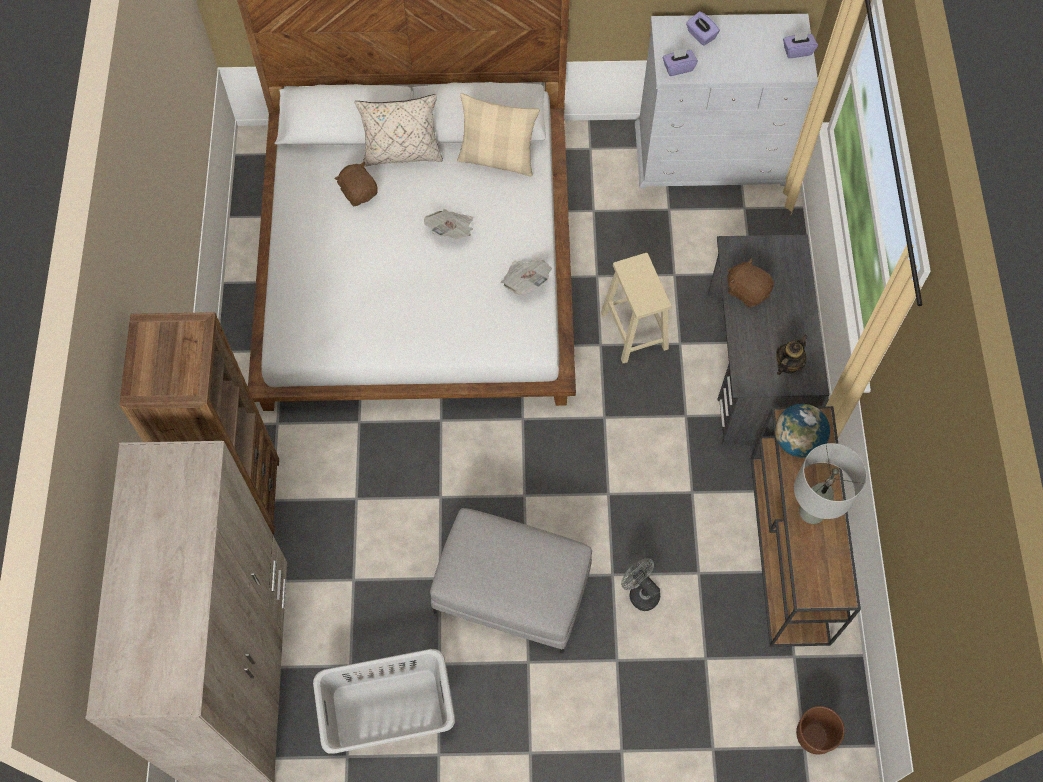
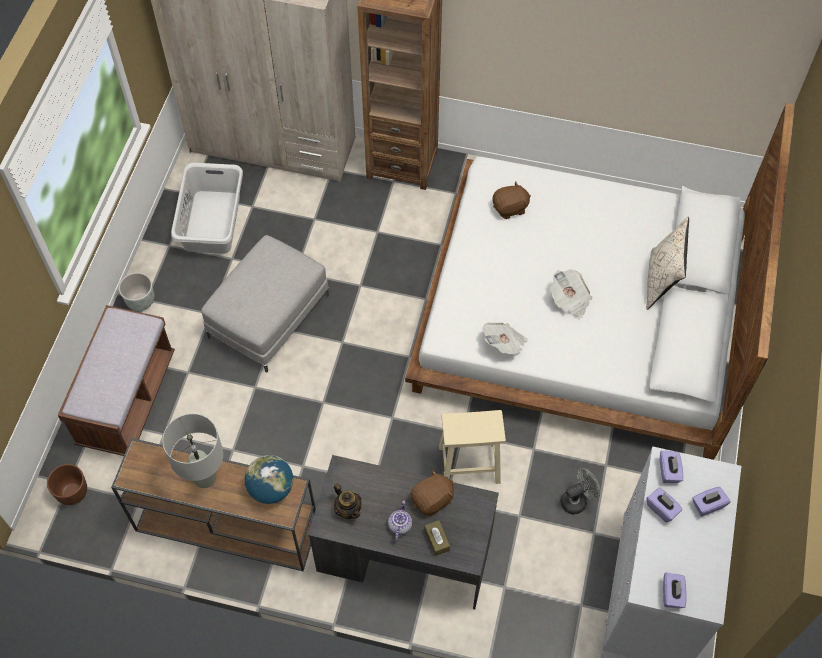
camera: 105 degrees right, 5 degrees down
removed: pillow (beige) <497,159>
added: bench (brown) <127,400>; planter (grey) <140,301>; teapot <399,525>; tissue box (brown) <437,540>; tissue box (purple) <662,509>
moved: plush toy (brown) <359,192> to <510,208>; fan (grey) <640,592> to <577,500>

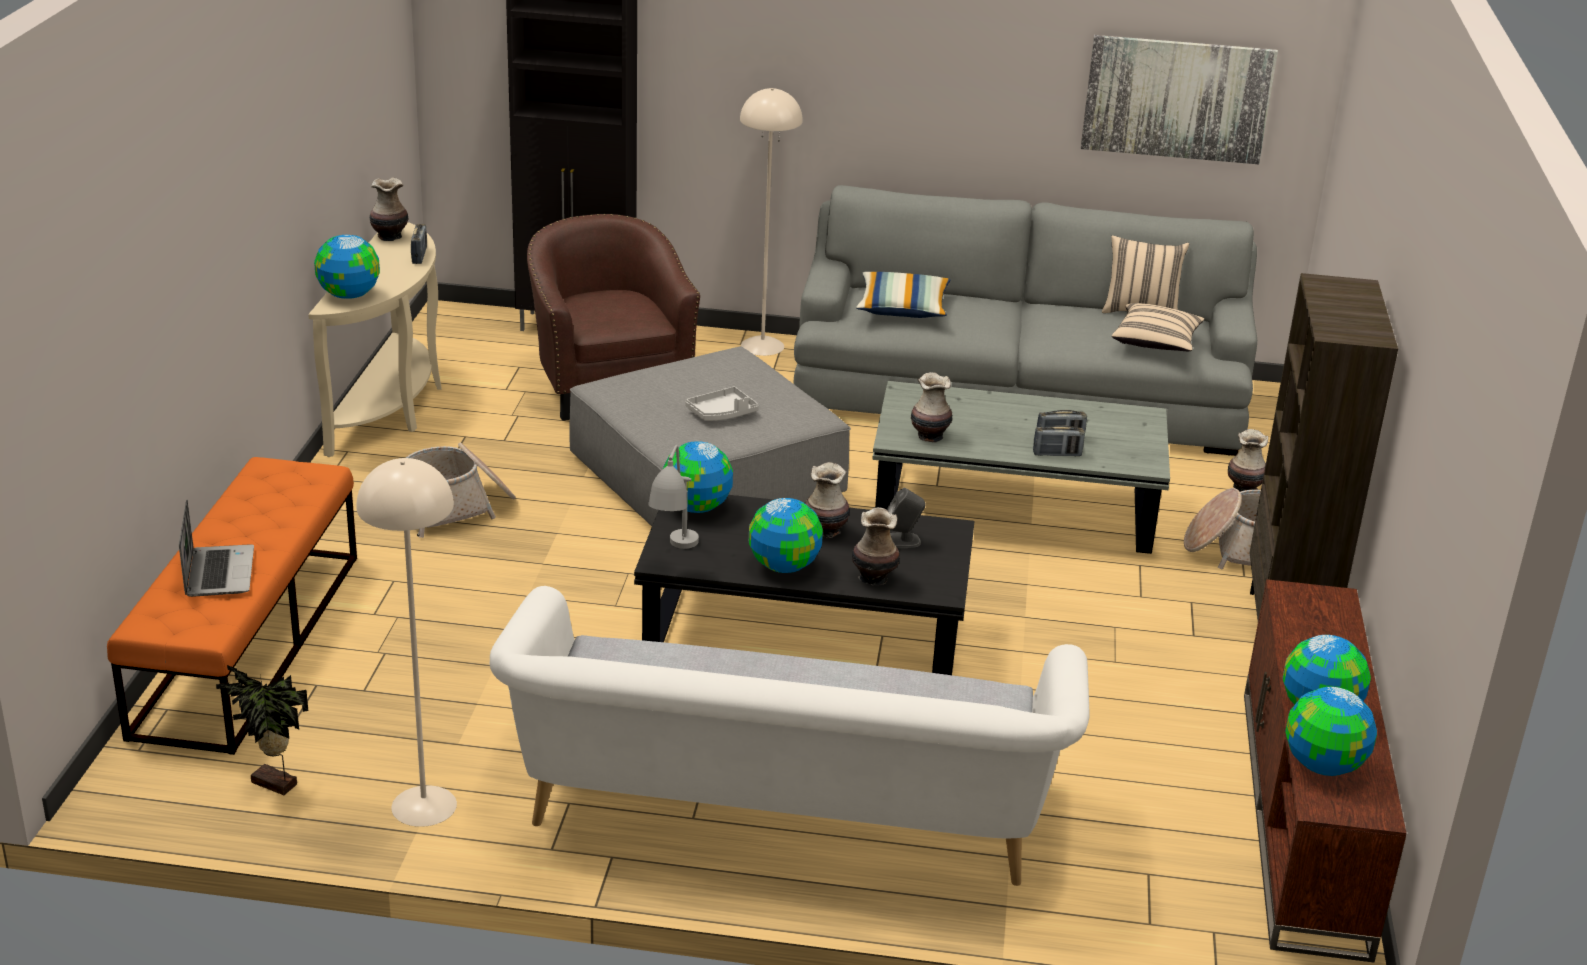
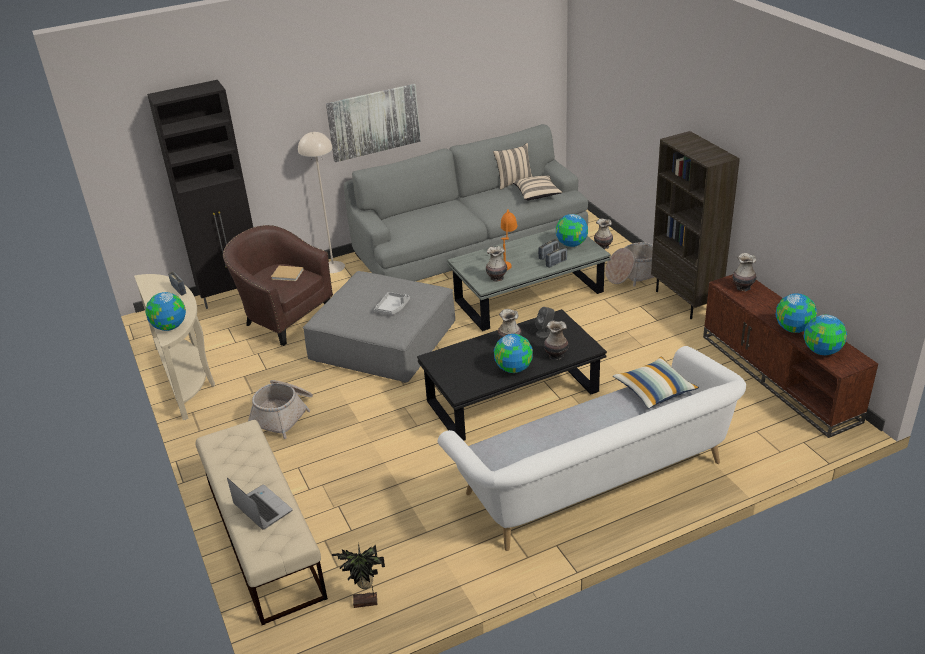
camera: 30 degrees left, 5 degrees up
removed: floor lamp (beige) <423,806>; table lamp (grey) <674,557>
added: book (beige) <288,274>; table lamp (orange) <507,259>
moved: picture <1177,99> to <374,122>; globe <696,507> to <571,244>; pillow <903,308> to <654,390>; vase <389,236> to <742,287>
recoloured: bench (orange) <249,642> to bench (beige) <264,537>

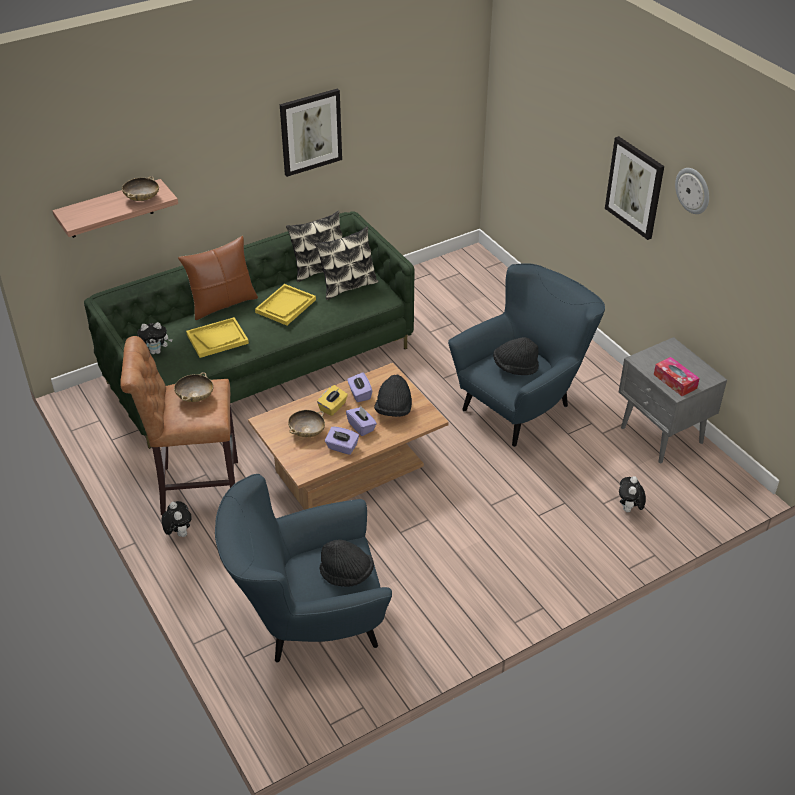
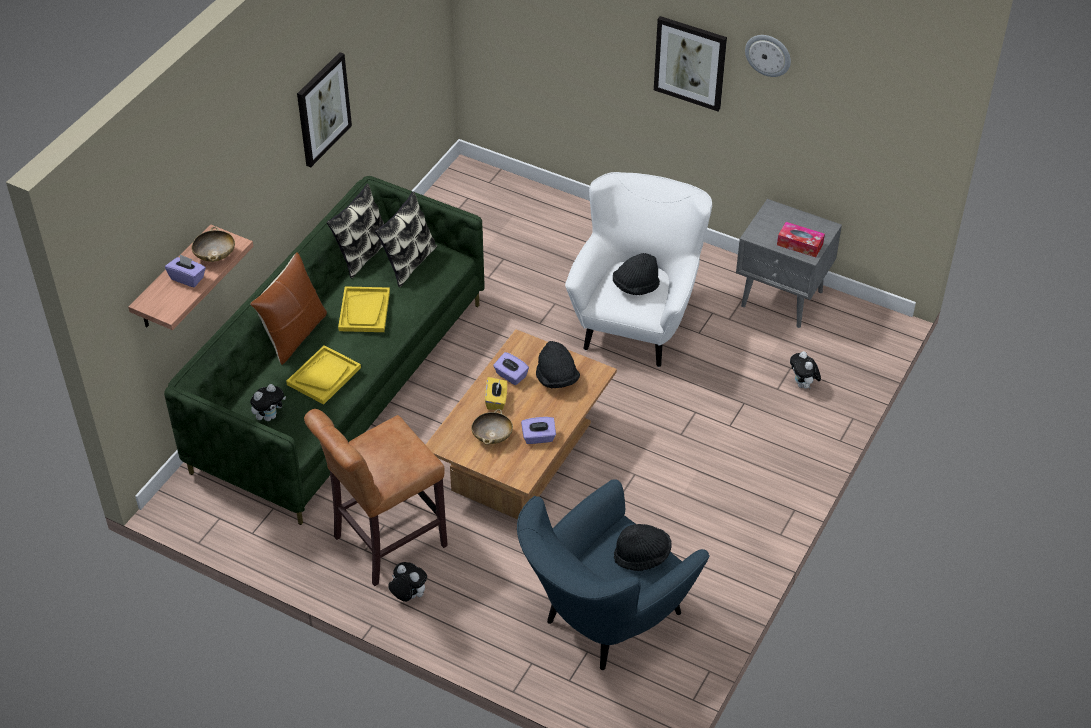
camera: 30 degrees left, 5 degrees up
removed: bowl (beige) <195,397>
moved: tissue box (purple) <361,427> to <187,278>
recoloured: armchair (blue) <522,405> to armchair (white) <636,321>

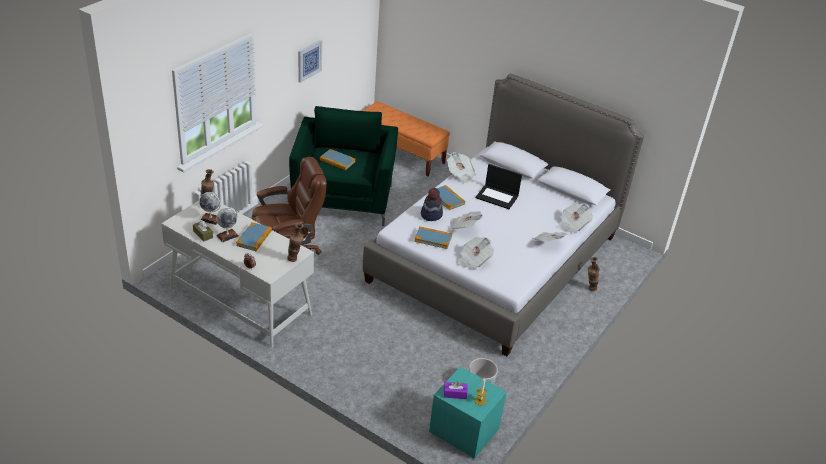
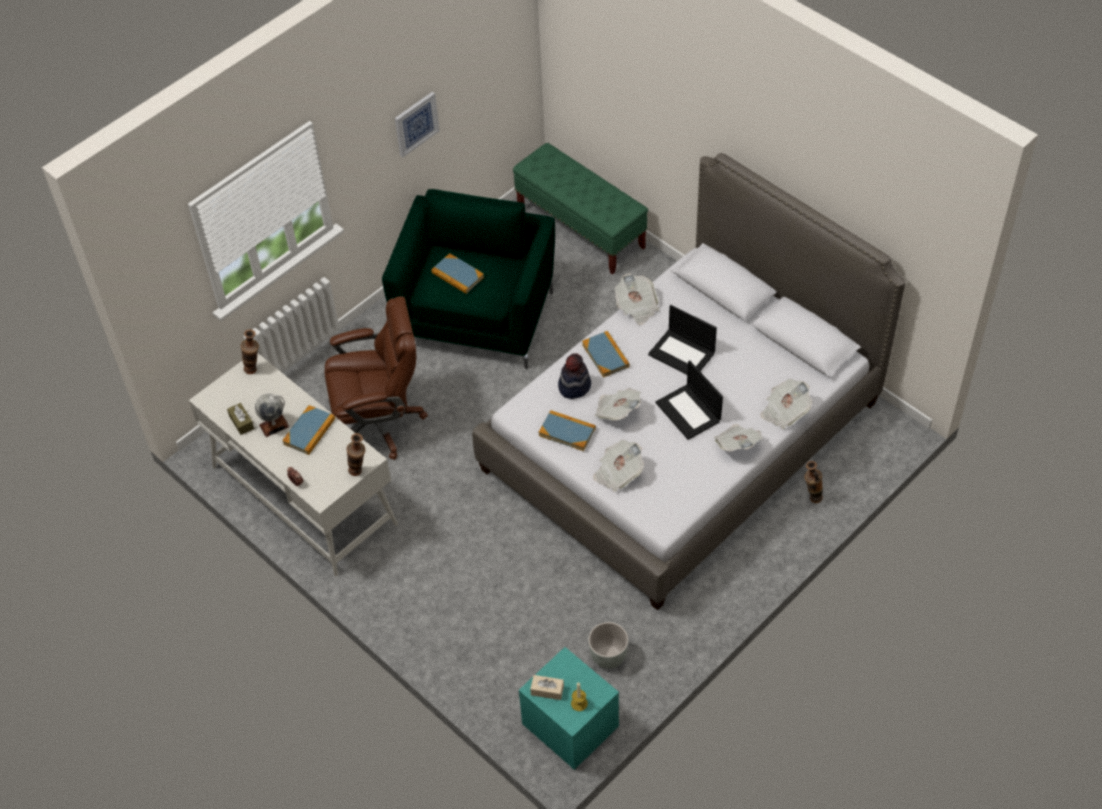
camera: 15 degrees right, 15 degrees up
removed: globe <211,219>
added: laptop <689,412>
recoloured: bench (orange) <401,154> to bench (green) <581,229>; tissue box (purple) <455,393> to tissue box (beige) <547,690>

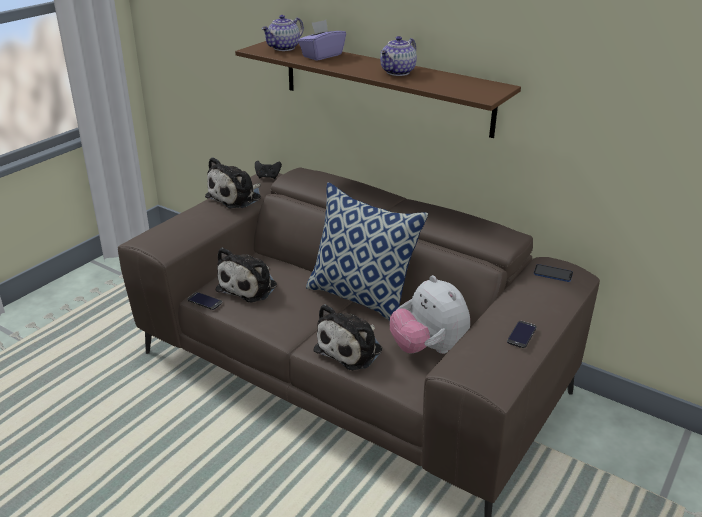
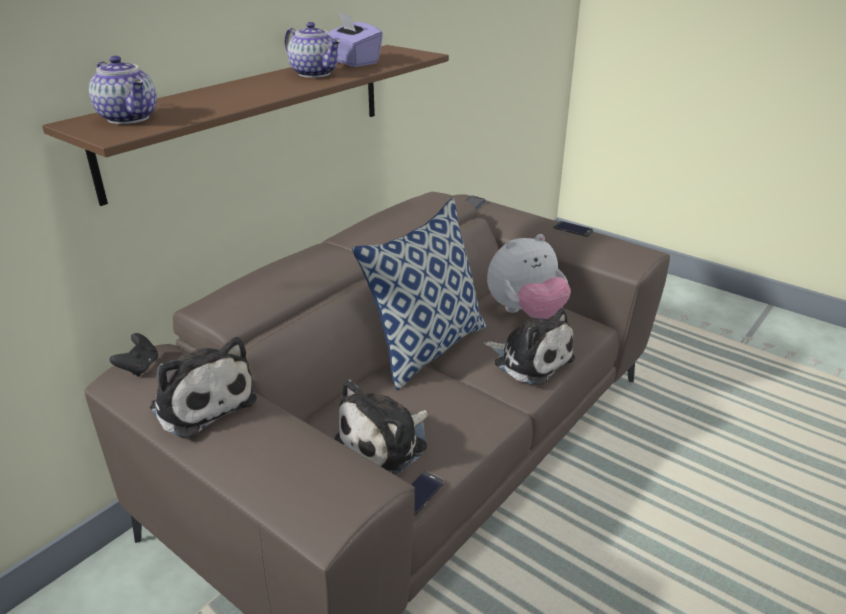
camera: 85 degrees left, 0 degrees up
moved: tissue box (purple) <322,55> to <352,62>
turned: plush toy <249,286> = <386,443> 105 degrees clockwise

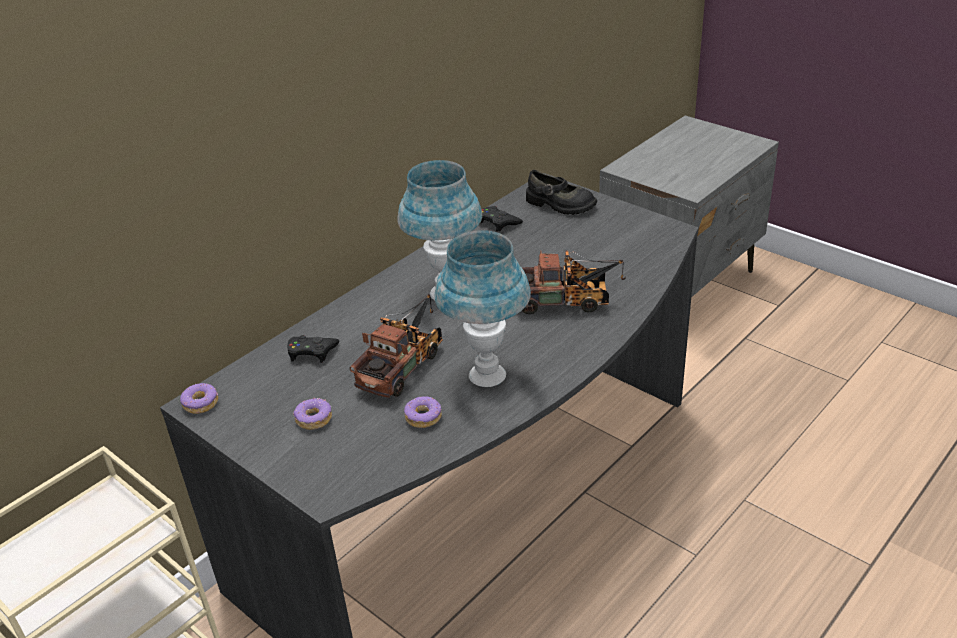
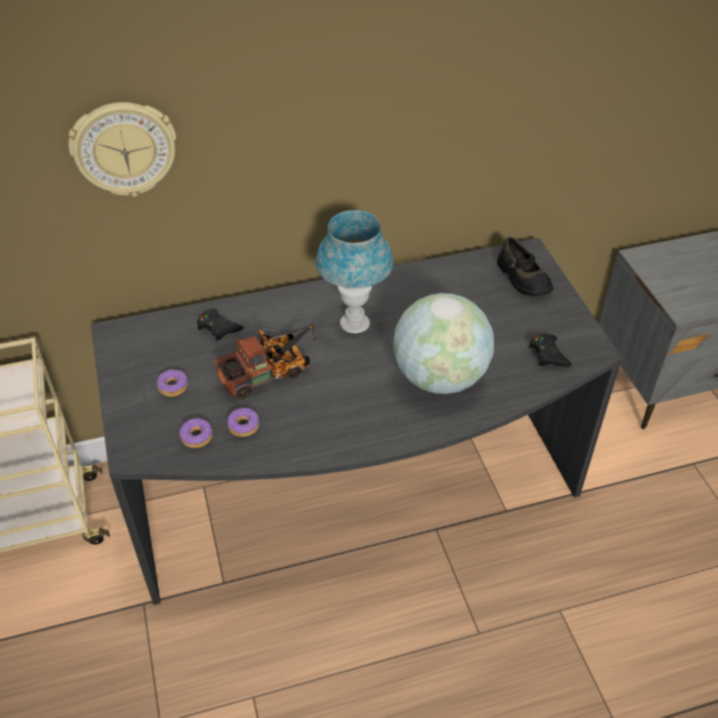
camera: 30 degrees right, 10 degrees up
removed: table lamp (blue) <487,376>
added: wall clock <124,149>
moved: donut <201,403> to <197,437>; game controller (black) <498,222> to <548,354>
replaced: toy truck <567,301> to globe <440,378>

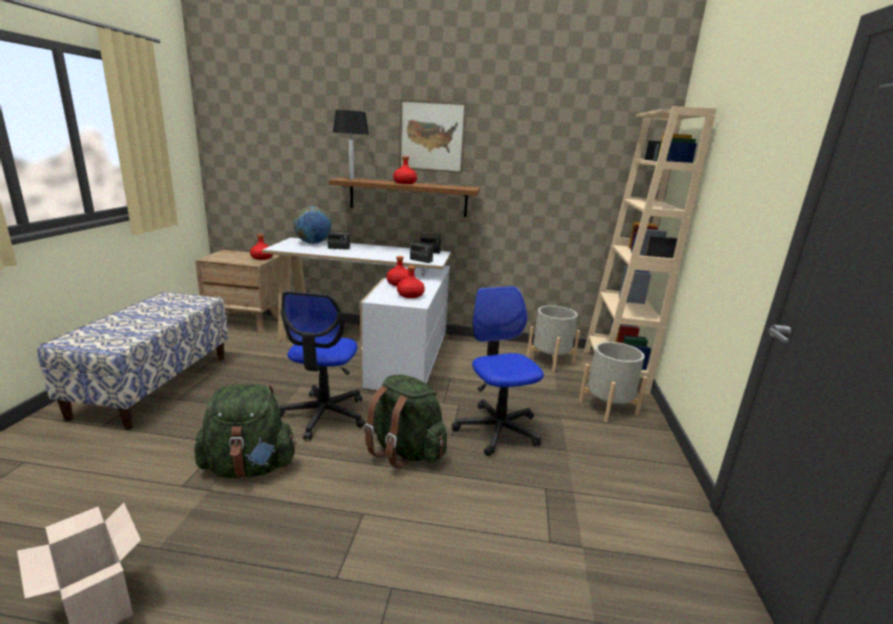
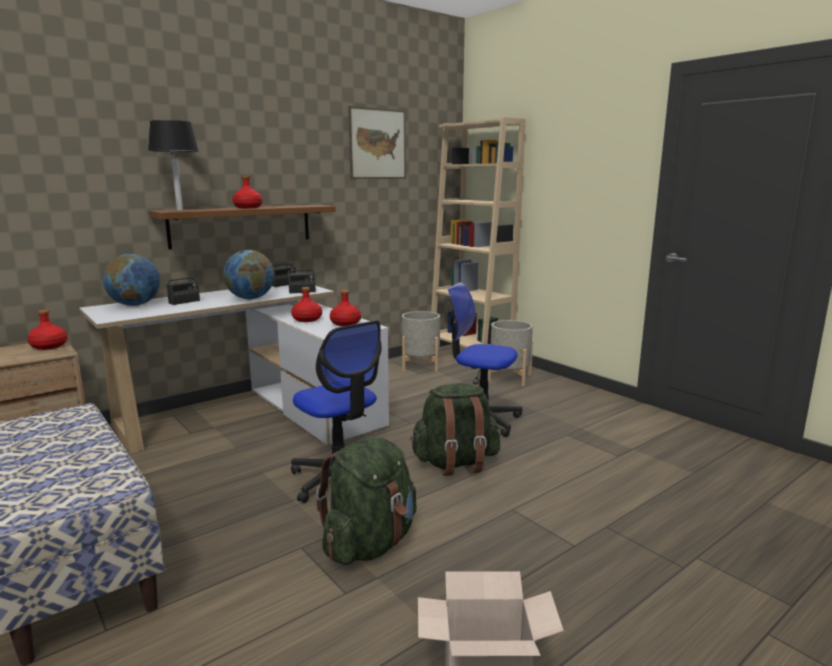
camera: 45 degrees left, 5 degrees down
added: globe <250,298>
moved: picture <432,136> to <377,144>

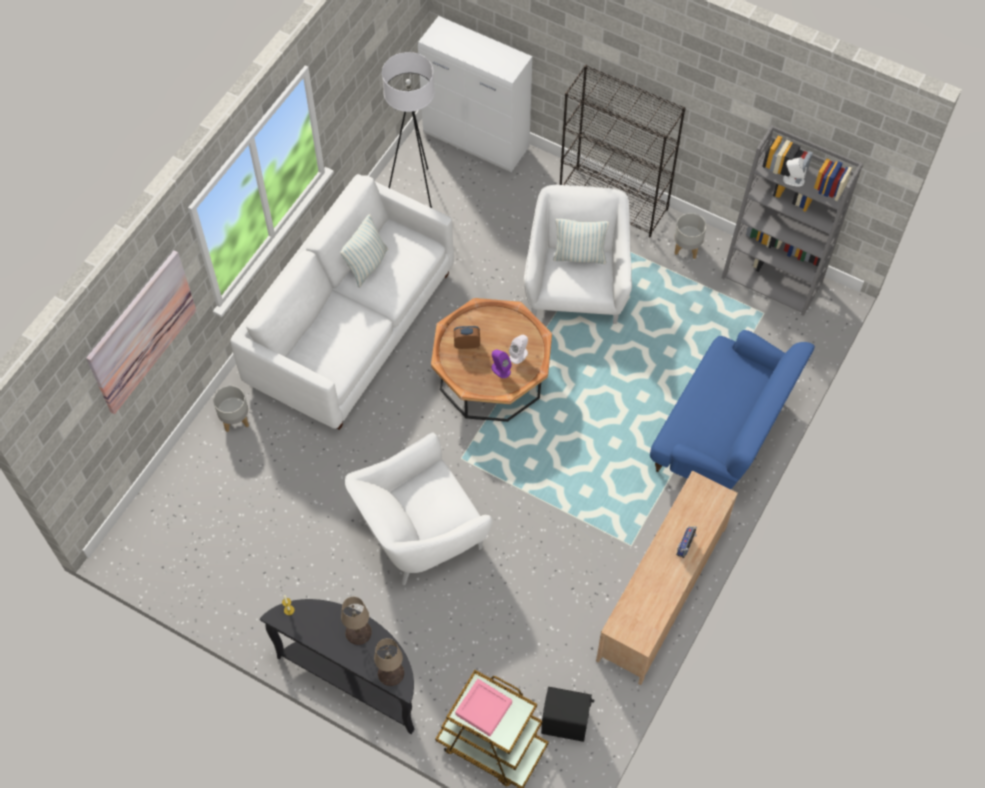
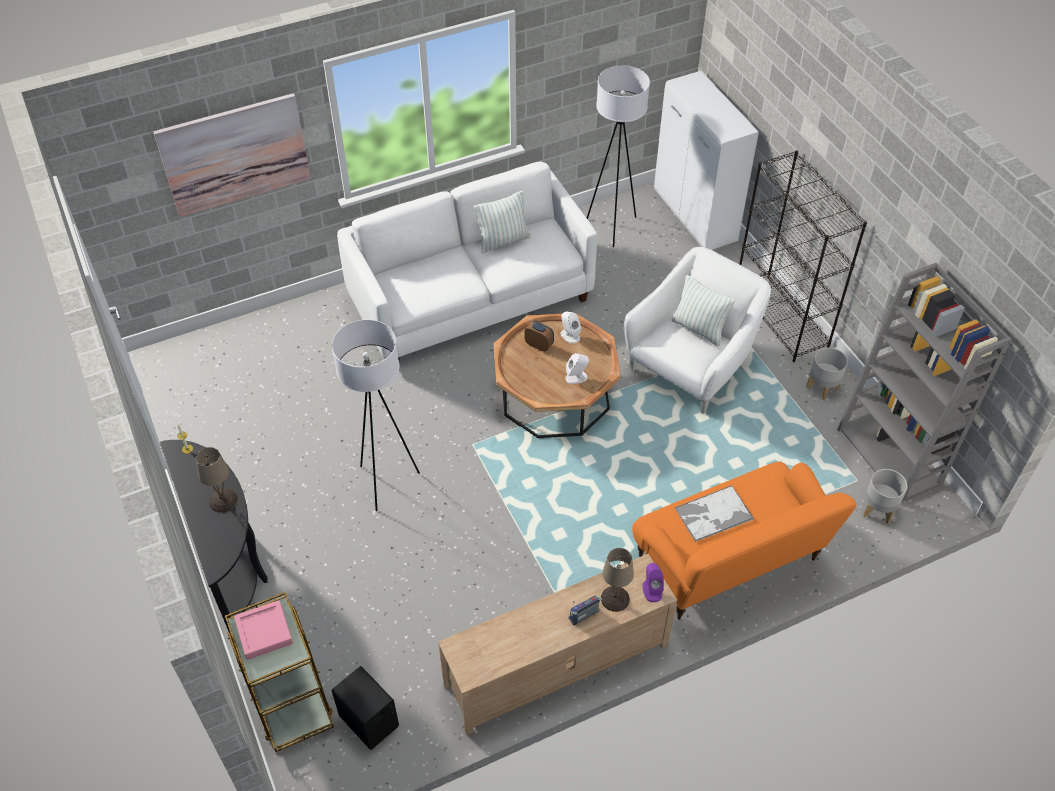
camera: 35 degrees right, 10 degrees down
added: tray <713,514>
moved: speaker (white) <793,179> to <570,335>; table lamp (beige) <391,673> to <615,599>; speaker (purple) <500,369> to <652,590>; planter (grey) <235,419> to <878,510>
replaced: armchair (white) <420,533> to floor lamp (white) <386,483>
recoloured: sofa (blue) <721,434> to sofa (orange) <729,561>

